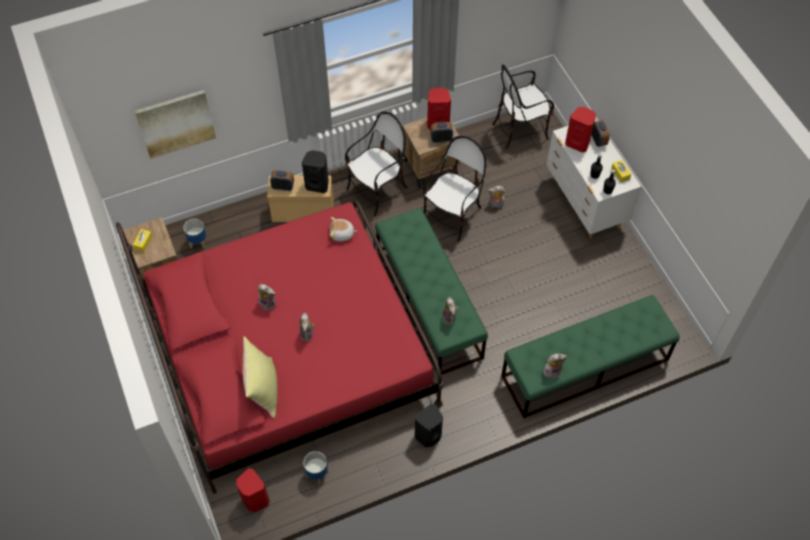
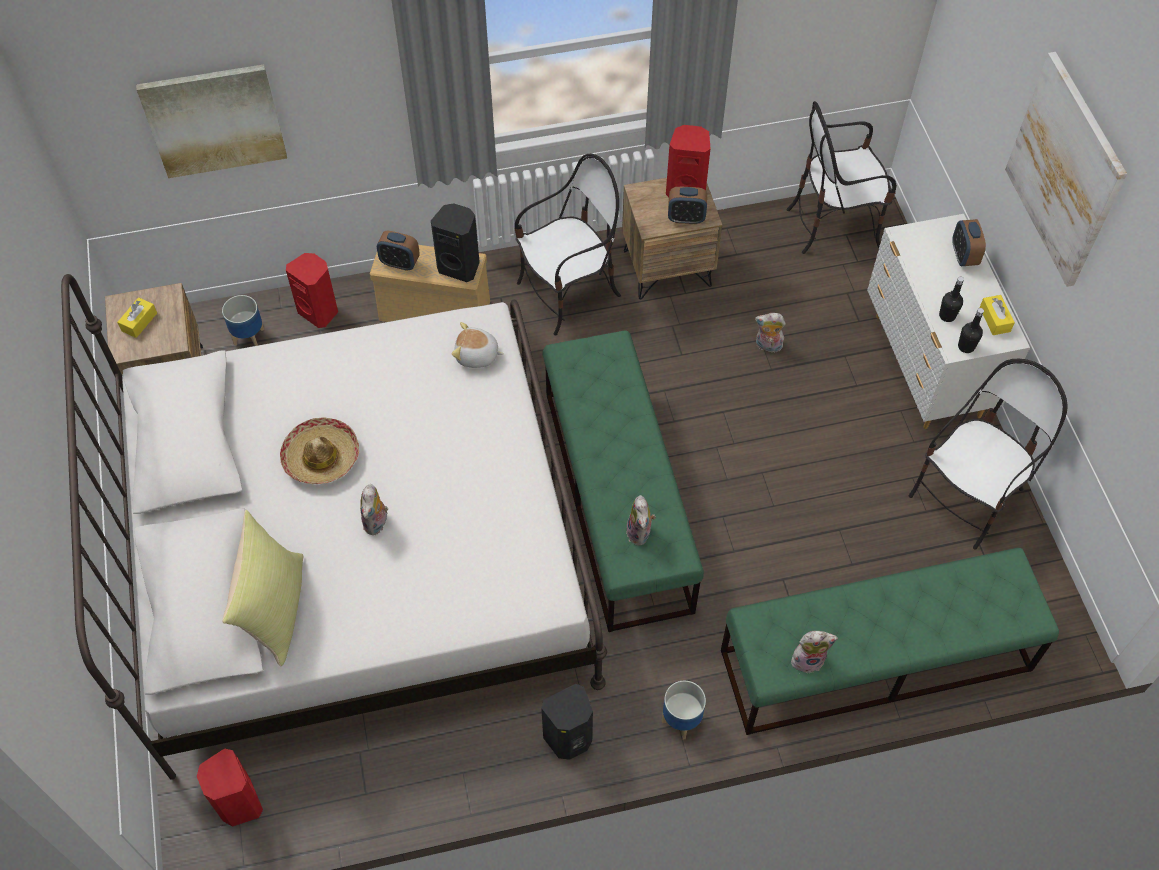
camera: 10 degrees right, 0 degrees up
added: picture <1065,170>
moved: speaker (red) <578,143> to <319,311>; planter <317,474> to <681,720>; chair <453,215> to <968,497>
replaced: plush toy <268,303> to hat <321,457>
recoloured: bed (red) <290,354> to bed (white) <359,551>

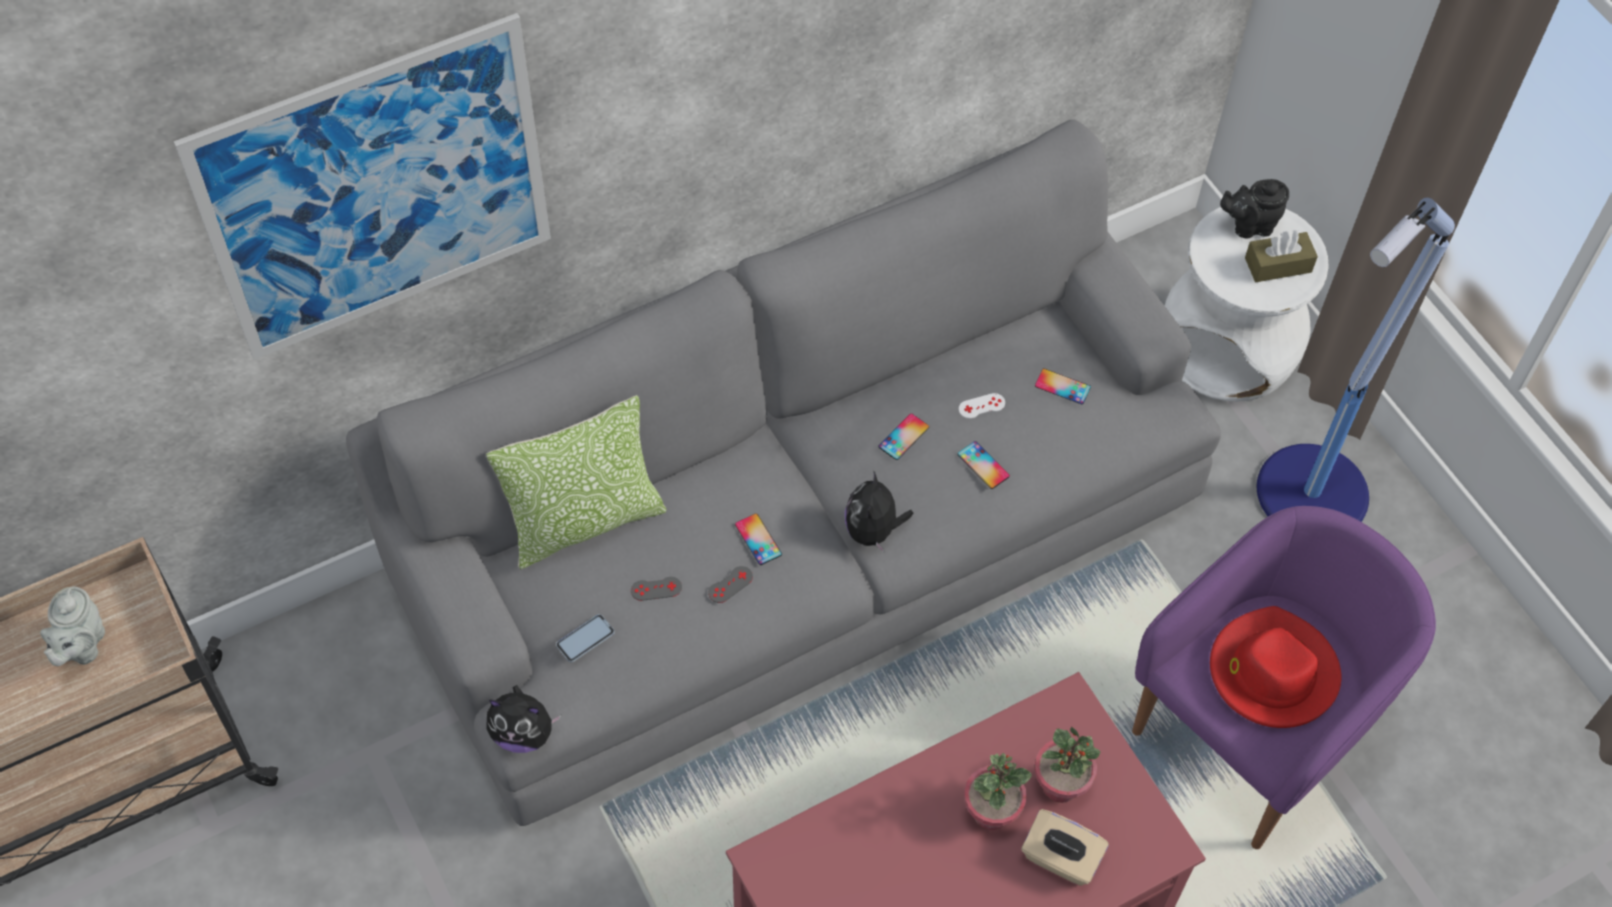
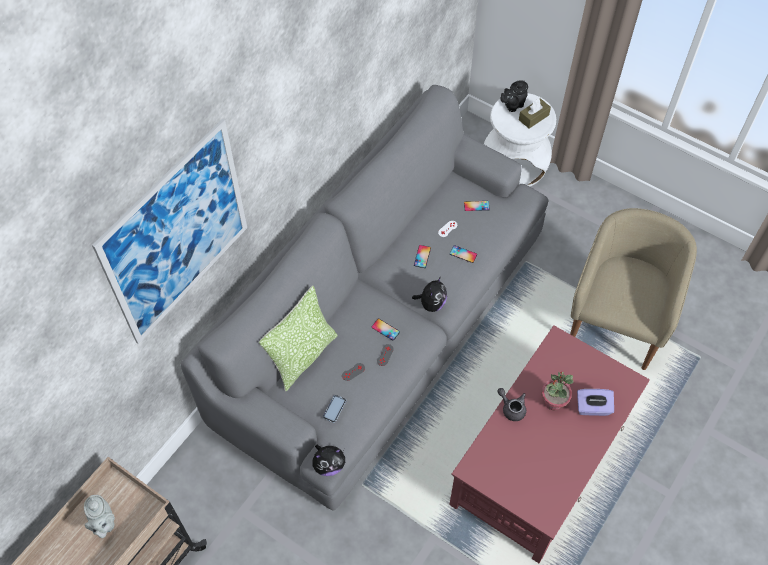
camera: 25 degrees left, 0 degrees up
removed: potted plant <1060,785>; hat (red) <1271,672>; floor lamp <1310,496>
added: teapot (grey) <511,408>
recoloured: armchair (purple) <1250,736> to armchair (beige) <616,324>; tissue box (beige) <1060,858> to tissue box (purple) <592,408>
turned: plush toy <873,531> = <431,304> 135 degrees counterclockwise

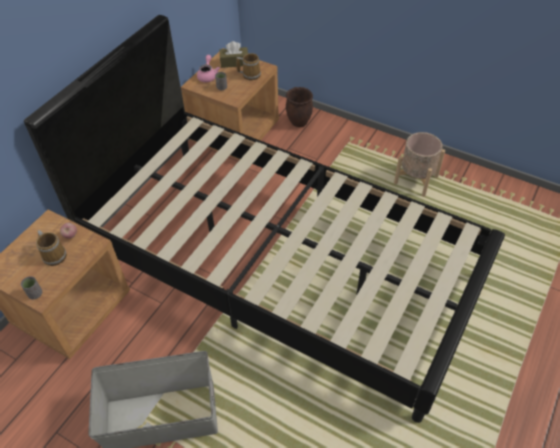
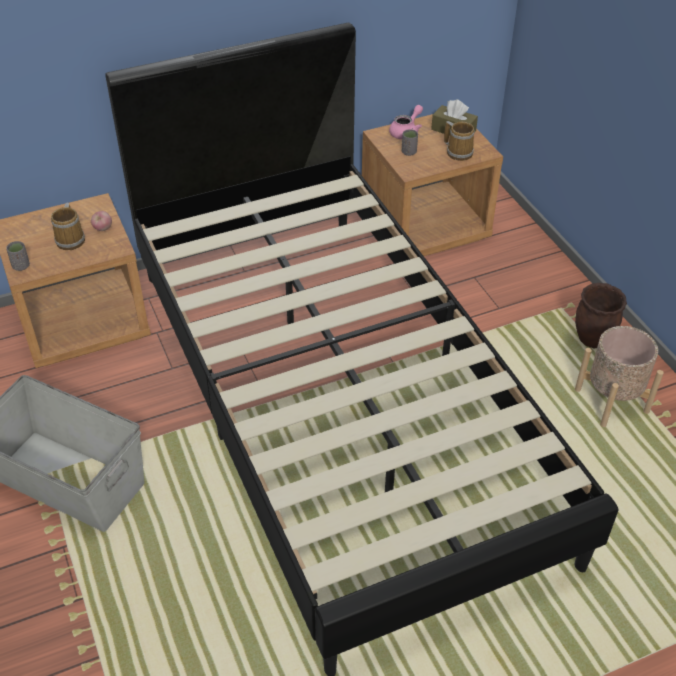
camera: 35 degrees right, 5 degrees down
moved: planter (brown) <299,122> to <593,339>

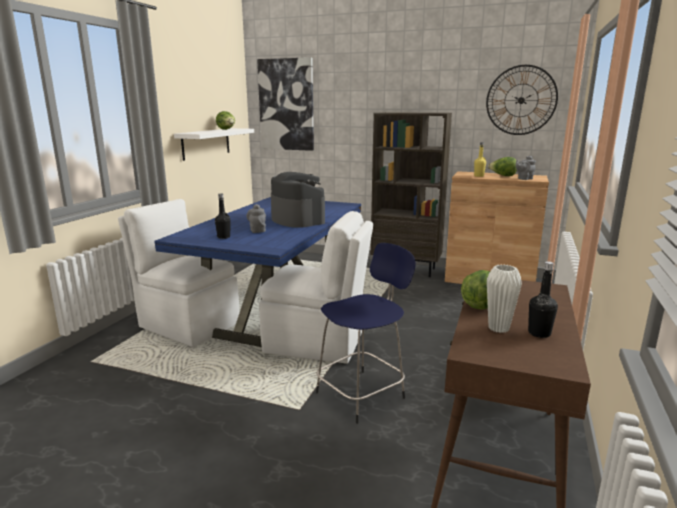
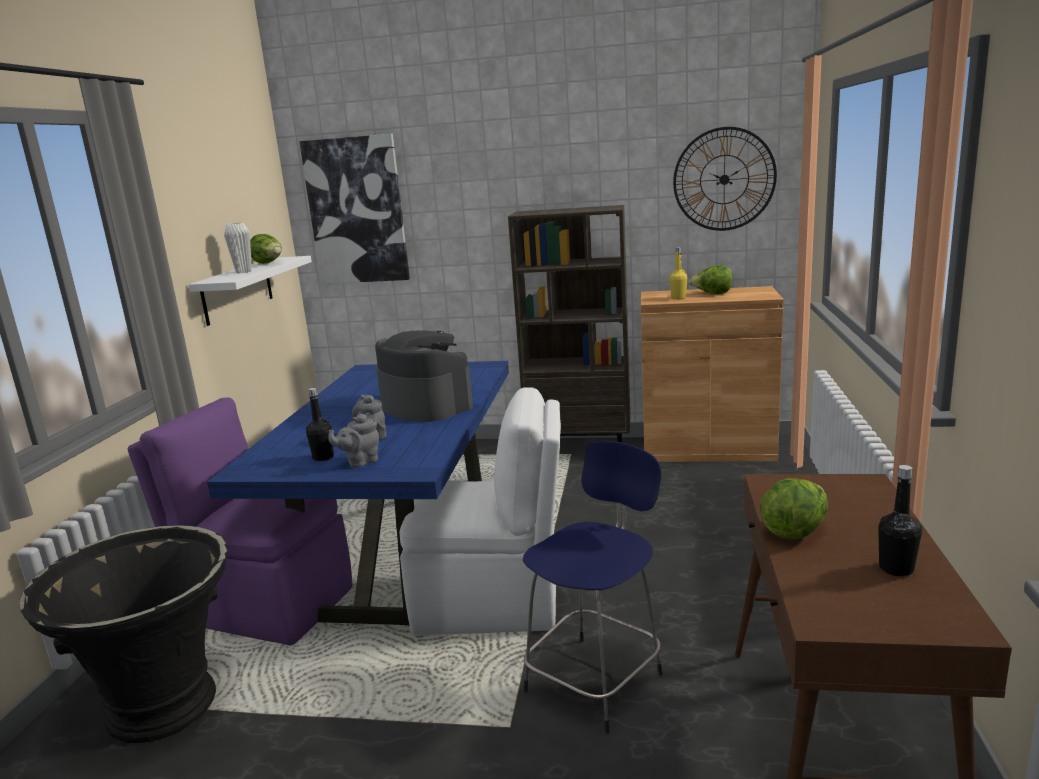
camera: 10 degrees left, 0 degrees up
added: planter (black) <164,707>
moved: vase (white) <498,328> to <243,272>; teapot (grey) <524,179> to <360,462>
recoloured: chair (white) <188,324> to chair (purple) <266,604>

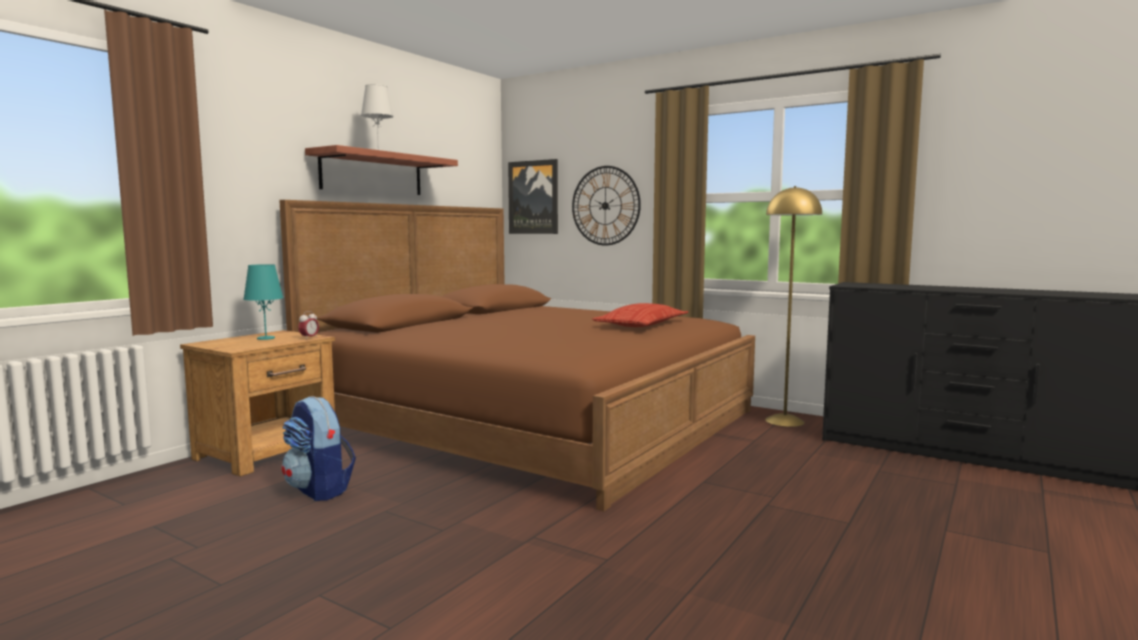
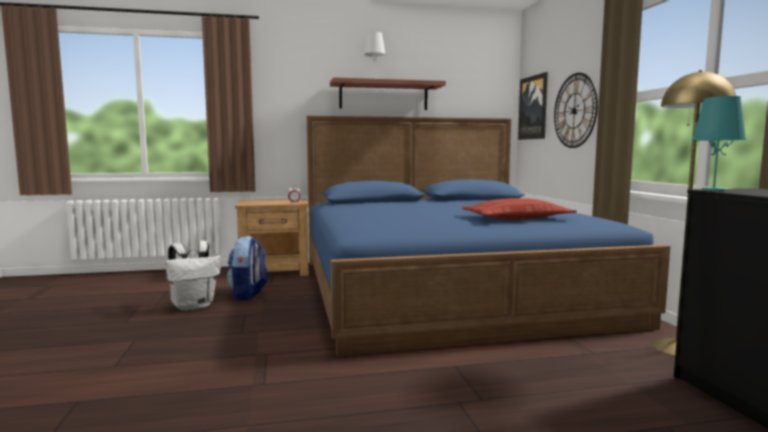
camera: 45 degrees right, 0 degrees up
added: backpack (white) <194,306>
moved: table lamp (turquoise) <265,338> to <713,190>
recoloured: bed (brown) <533,420> to bed (blue) <446,289>

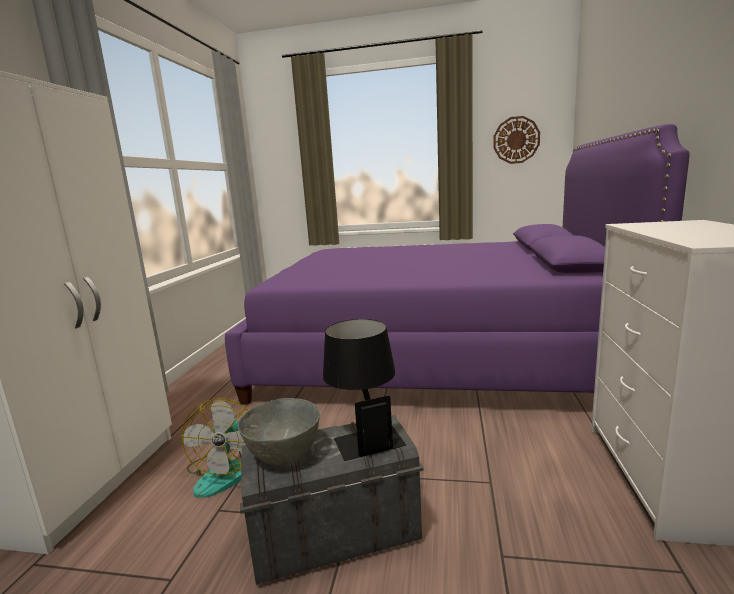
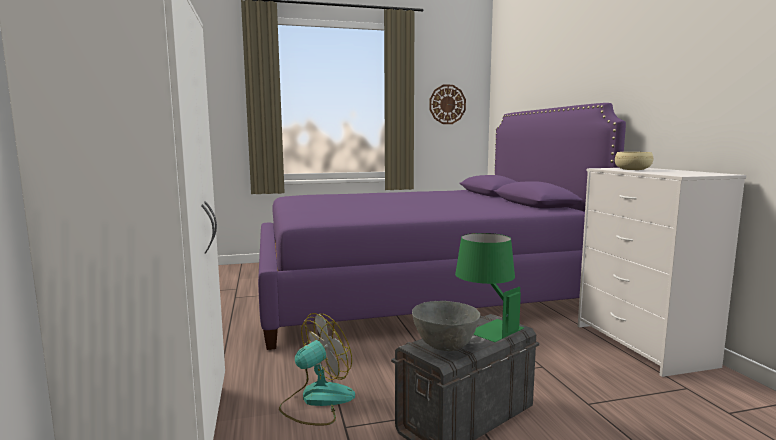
camera: 25 degrees left, 5 degrees down
added: bowl (beige) <632,169>
recoloured: table lamp (black) <364,434> to table lamp (green) <486,326>
turned: fan <225,471> = <317,401> 105 degrees counterclockwise

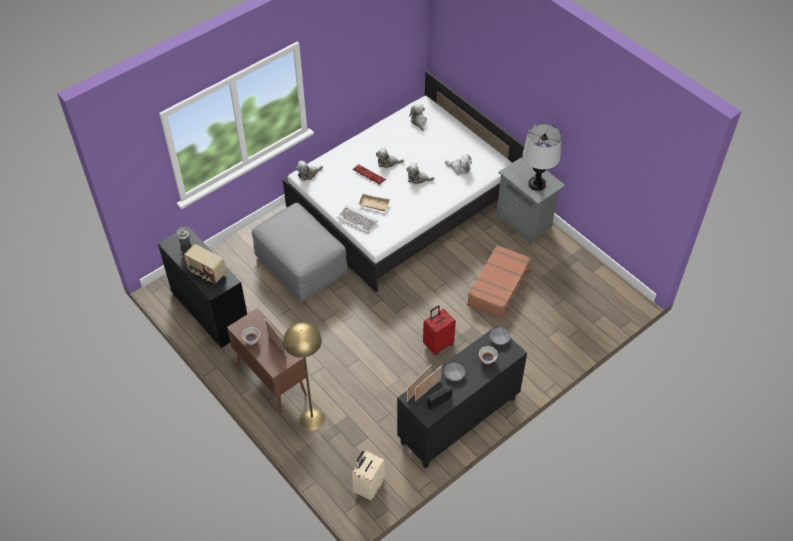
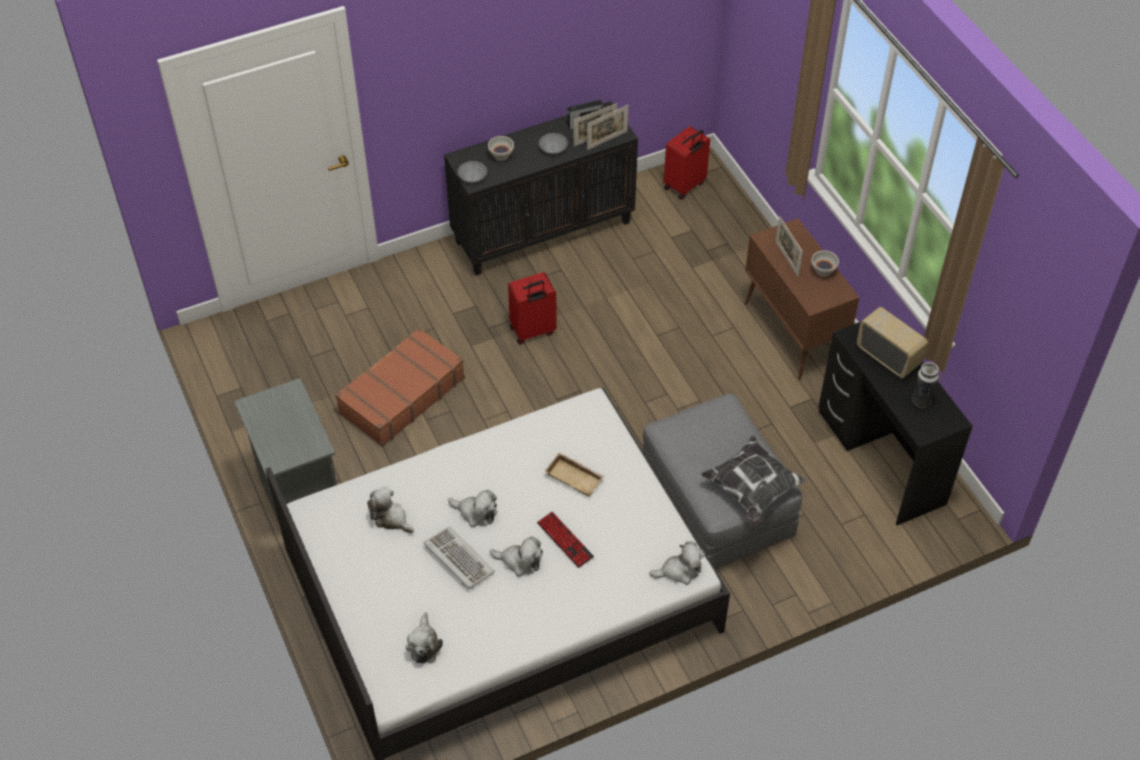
camera: 165 degrees left, 0 degrees up
removed: floor lamp (yellow) <312,419>; table lamp <537,184>
added: pillow <751,490>
moved: keyboard <357,220> to <458,559>
recoloured: suitcase (beige) <368,487> to suitcase (red) <685,186>

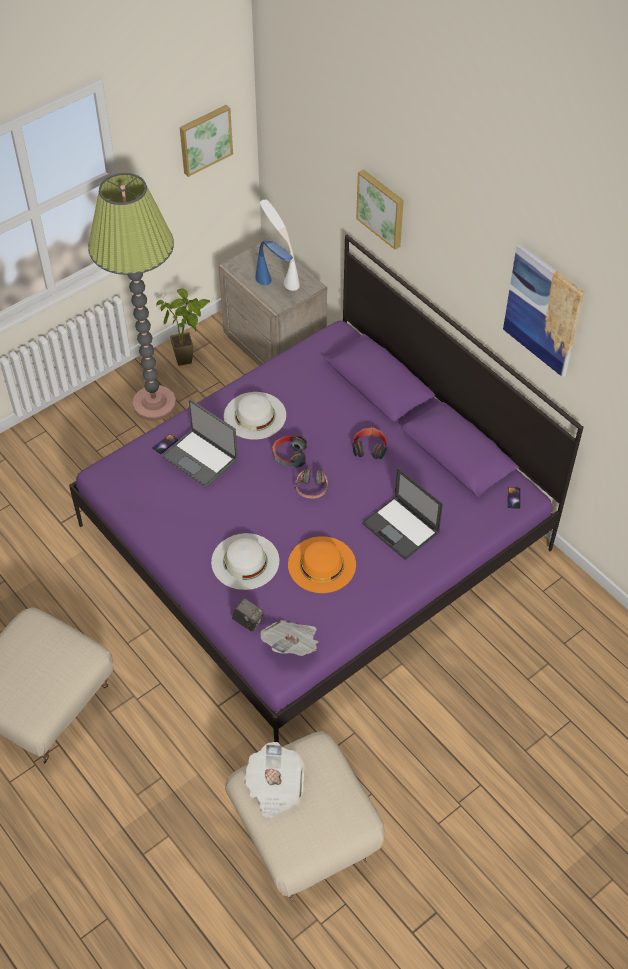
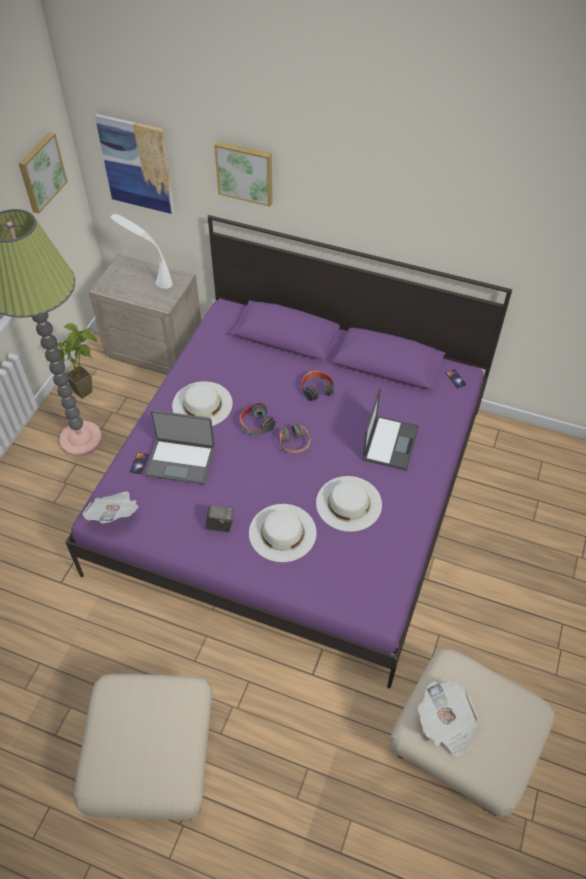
camera: 30 degrees left, 0 degrees up
removed: table lamp (blue) <274,292>
moved: newspaper <292,645> to <114,514>; picture <543,310> to <137,164>; photo camera <248,622> to <220,525>
recoloured: hat (orange) <322,564> to hat (white) <349,503>
turned: laptop <401,528> = <390,442> 90 degrees counterclockwise

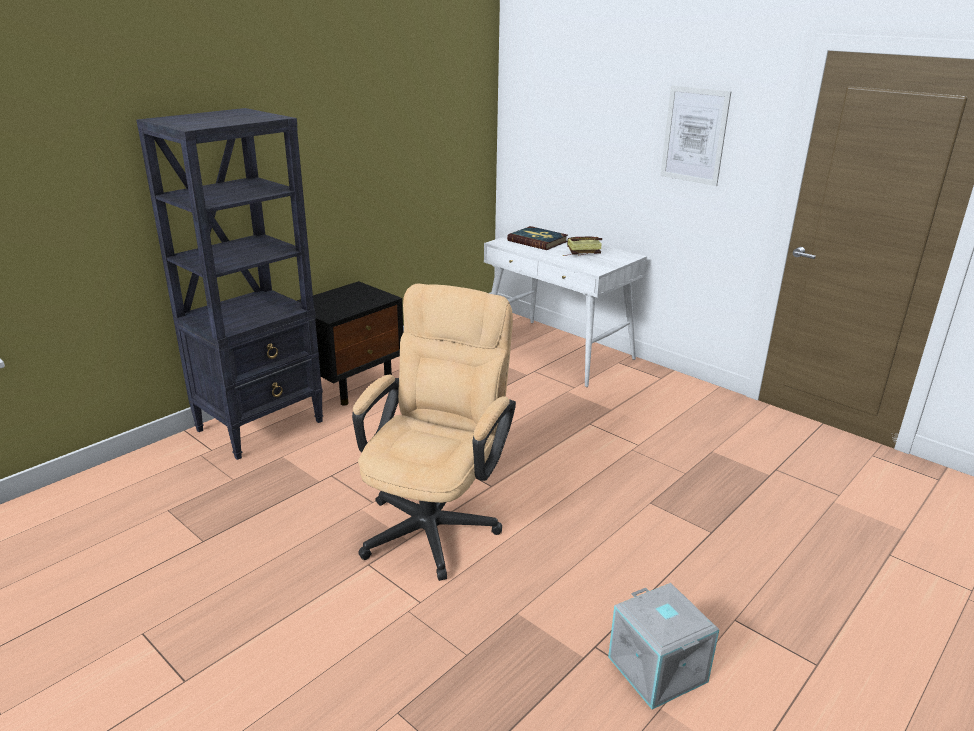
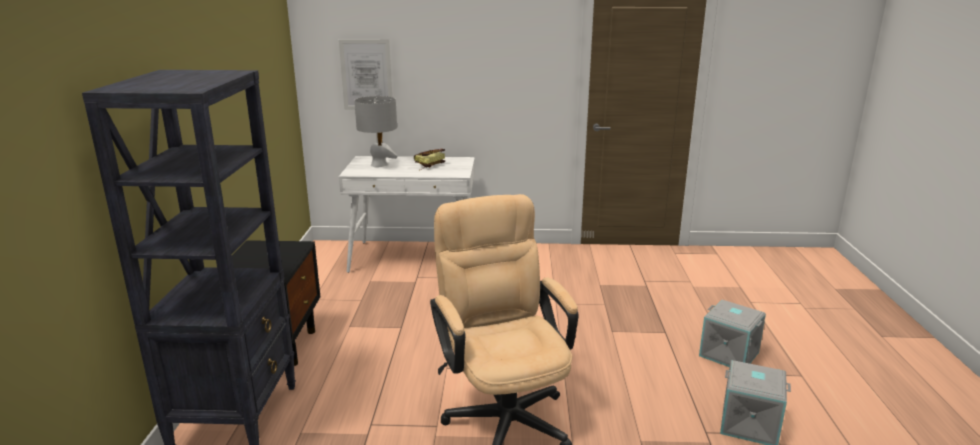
camera: 40 degrees left, 5 degrees down
added: storage box (grey) <729,353>
moved: picture <694,135> to <366,75>
replaced: book <537,241> to table lamp (grey) <379,165>

